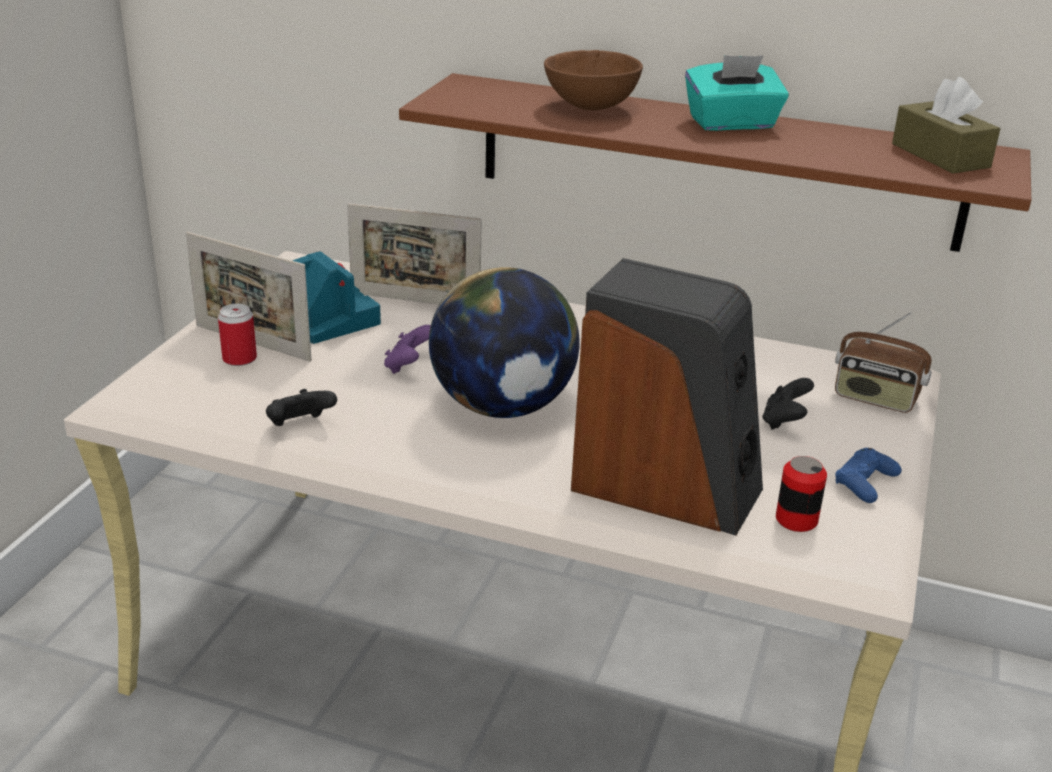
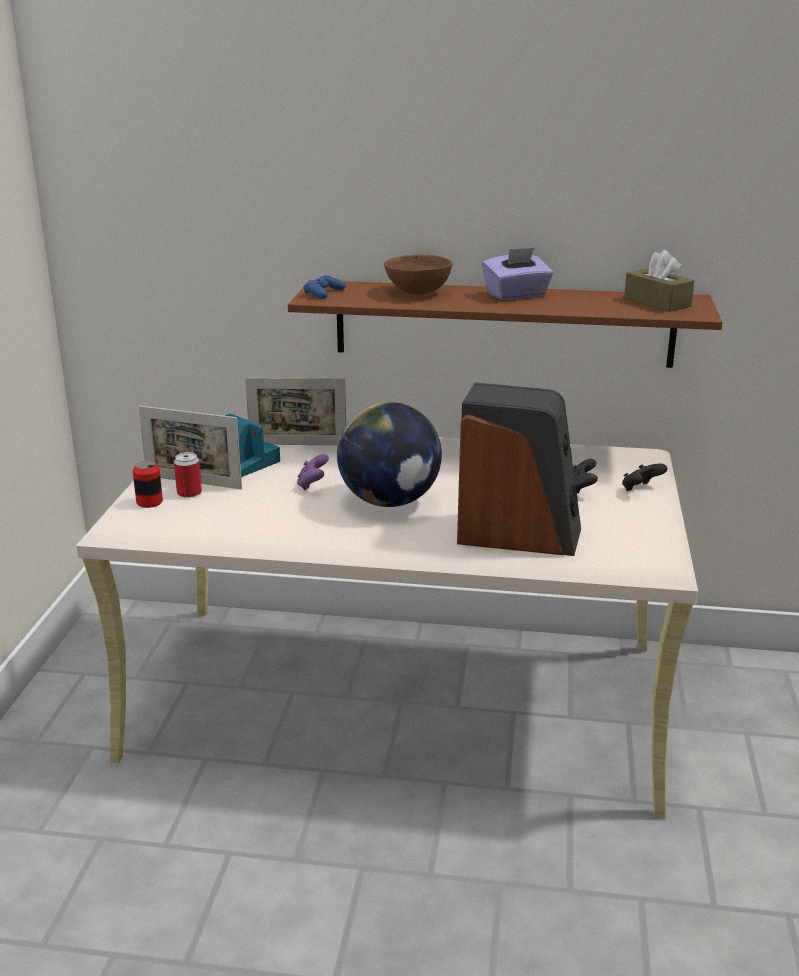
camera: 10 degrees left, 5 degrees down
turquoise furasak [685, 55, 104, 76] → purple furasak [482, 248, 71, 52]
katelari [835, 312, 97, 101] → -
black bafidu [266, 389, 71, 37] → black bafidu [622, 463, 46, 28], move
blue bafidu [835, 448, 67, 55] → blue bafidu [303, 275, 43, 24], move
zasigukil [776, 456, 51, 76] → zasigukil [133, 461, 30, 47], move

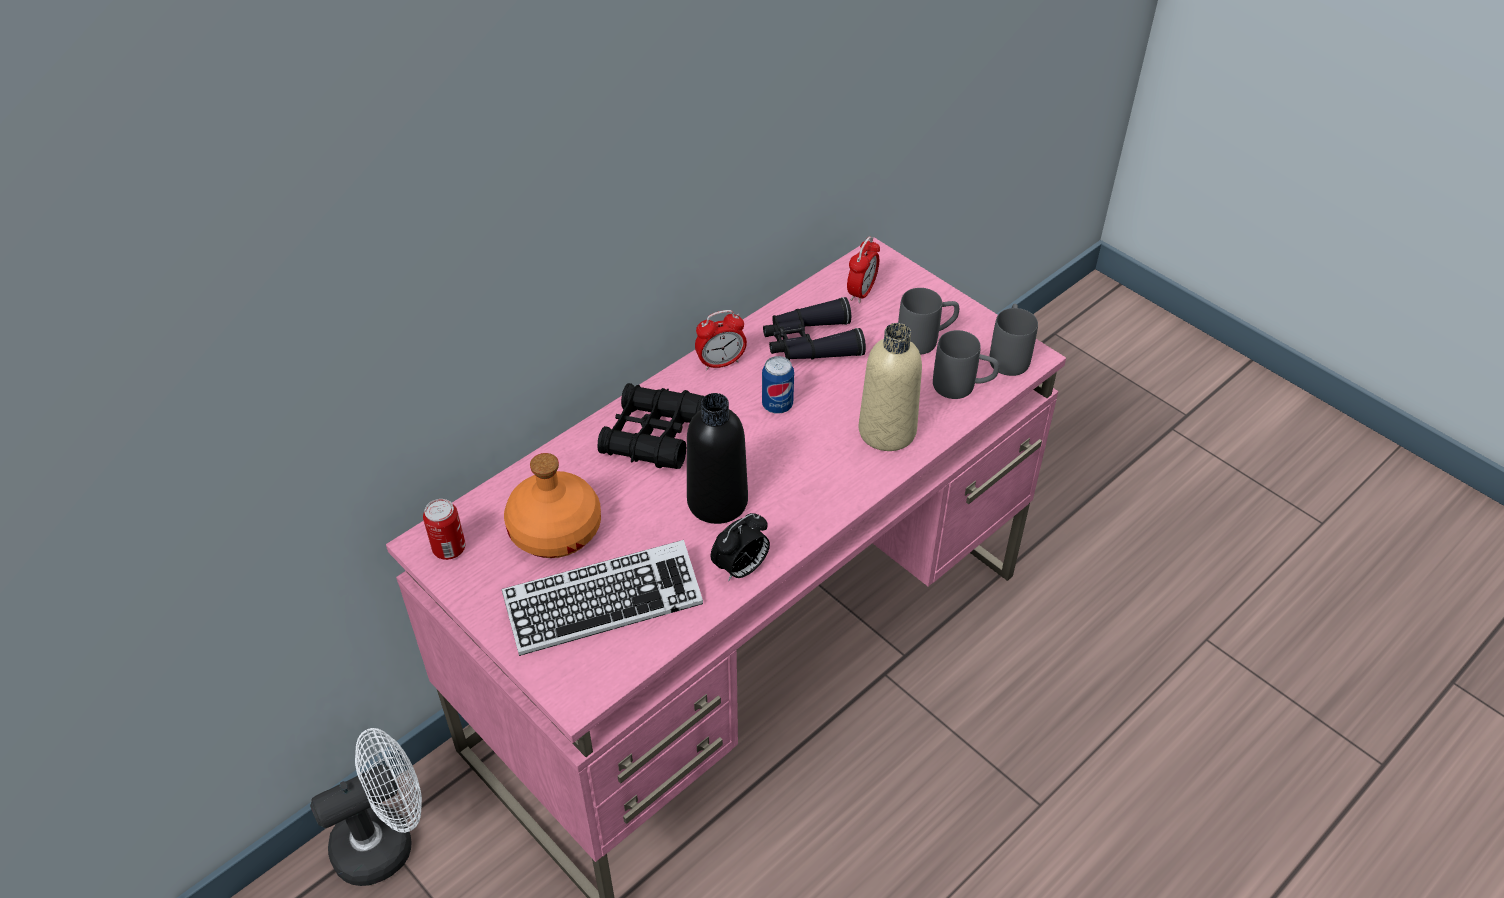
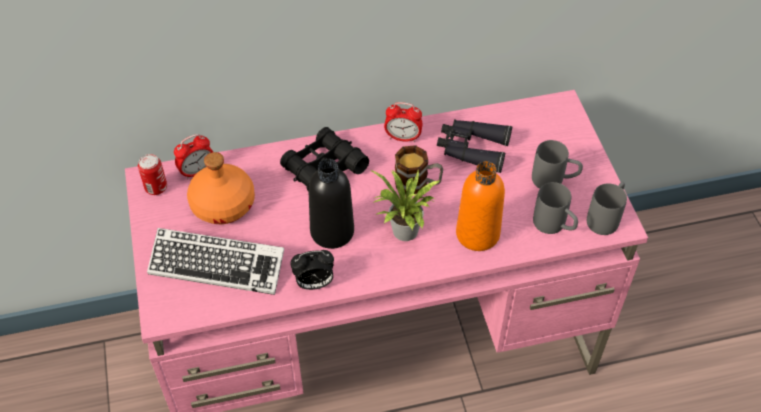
camera: 30 degrees right, 5 degrees up
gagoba [847, 236, 33, 67] → gagoba [174, 134, 39, 46], move
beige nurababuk [859, 323, 63, 128] → orange nurababuk [456, 161, 49, 90]
zasigukil [762, 356, 32, 58] → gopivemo [395, 145, 48, 49]
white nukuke [310, 728, 112, 158] → -
- → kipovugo [370, 168, 70, 73]

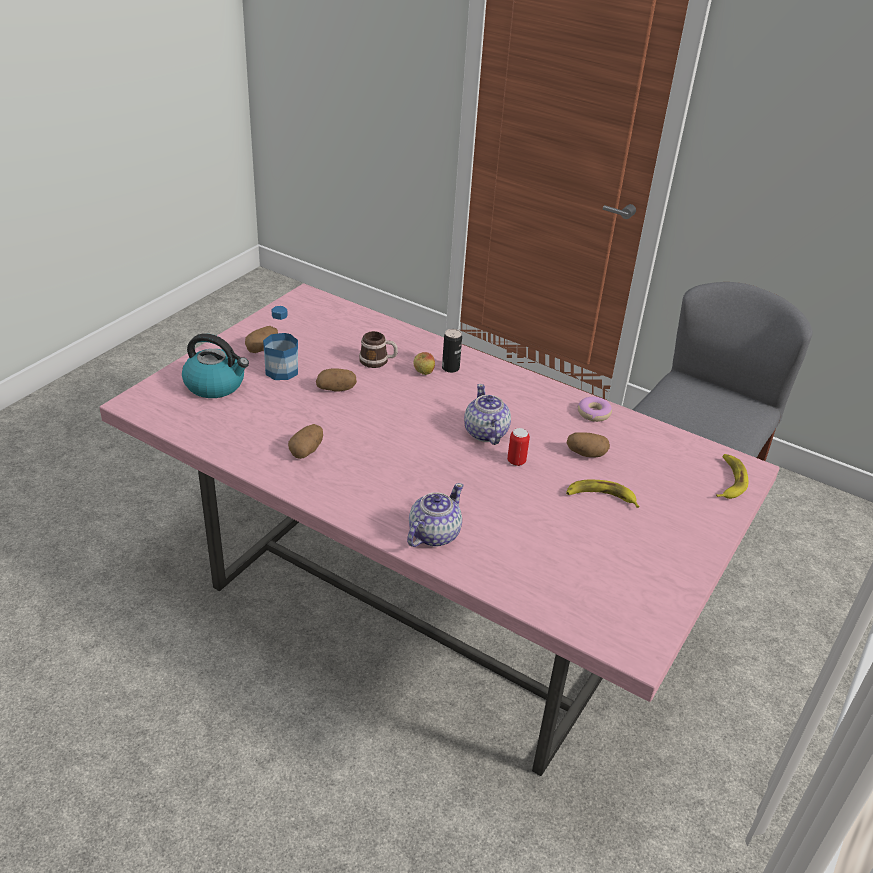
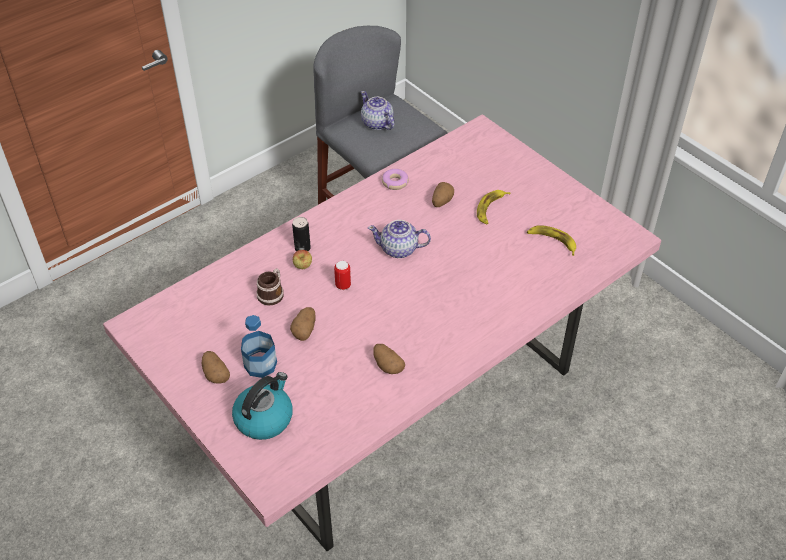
camera: 70 degrees left, 10 degrees up
zasigukil [507, 428, 23, 38] → zasigukil [334, 261, 17, 29], move
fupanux [716, 454, 32, 45] → fupanux [527, 225, 49, 31], move
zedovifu [407, 483, 56, 64] → zedovifu [361, 91, 33, 39], move

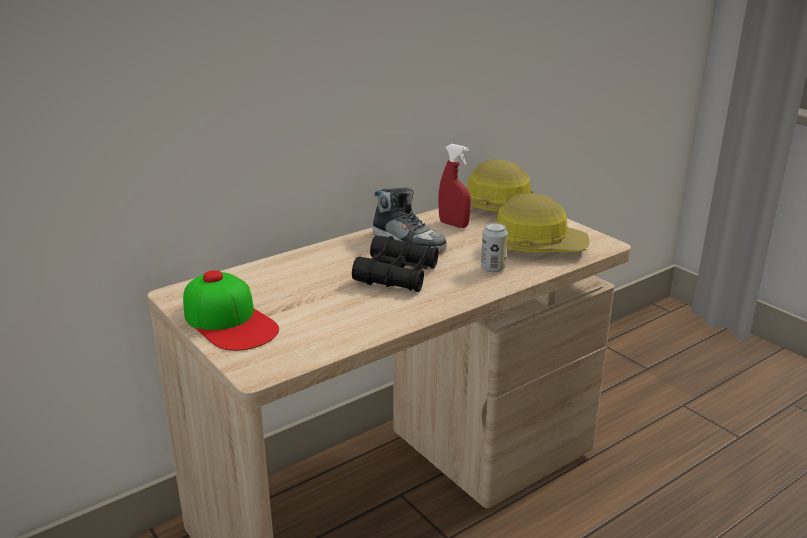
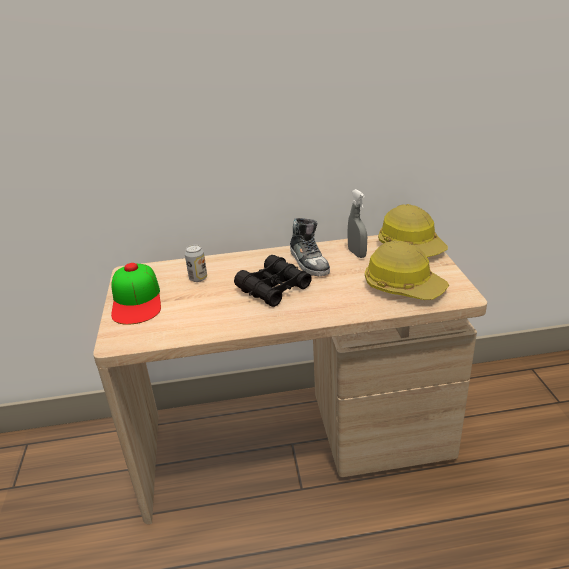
camera: 30 degrees right, 5 degrees up
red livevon [438, 144, 33, 84] → grey livevon [348, 189, 19, 69]
zasigukil [481, 223, 27, 49] → zasigukil [185, 245, 22, 37], move

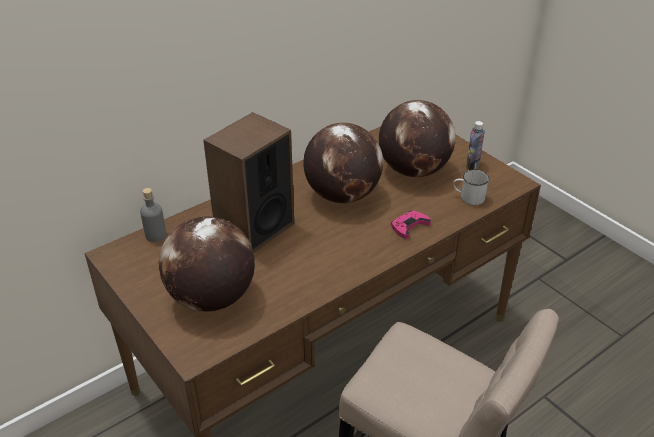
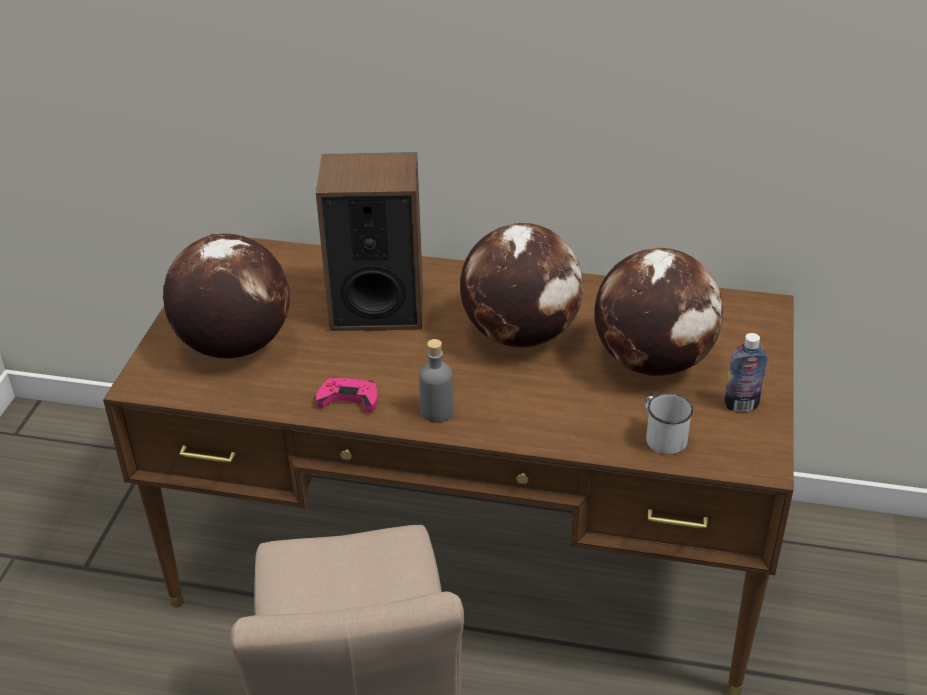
camera: 50 degrees right, 0 degrees up
grey nurababuk [140, 188, 26, 54] → grey nurababuk [419, 339, 34, 83], move
pink bafidu [391, 211, 40, 28] → pink bafidu [316, 377, 62, 36], move

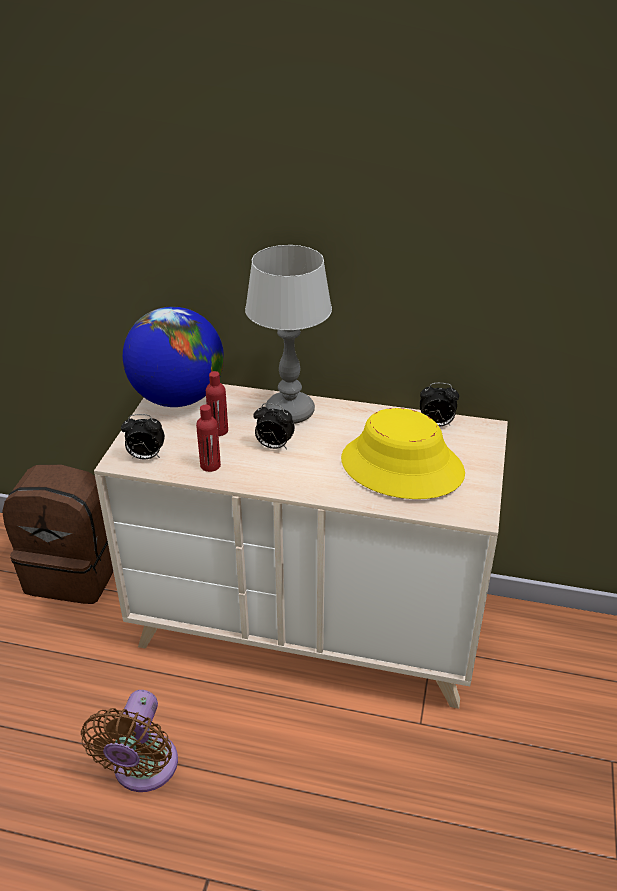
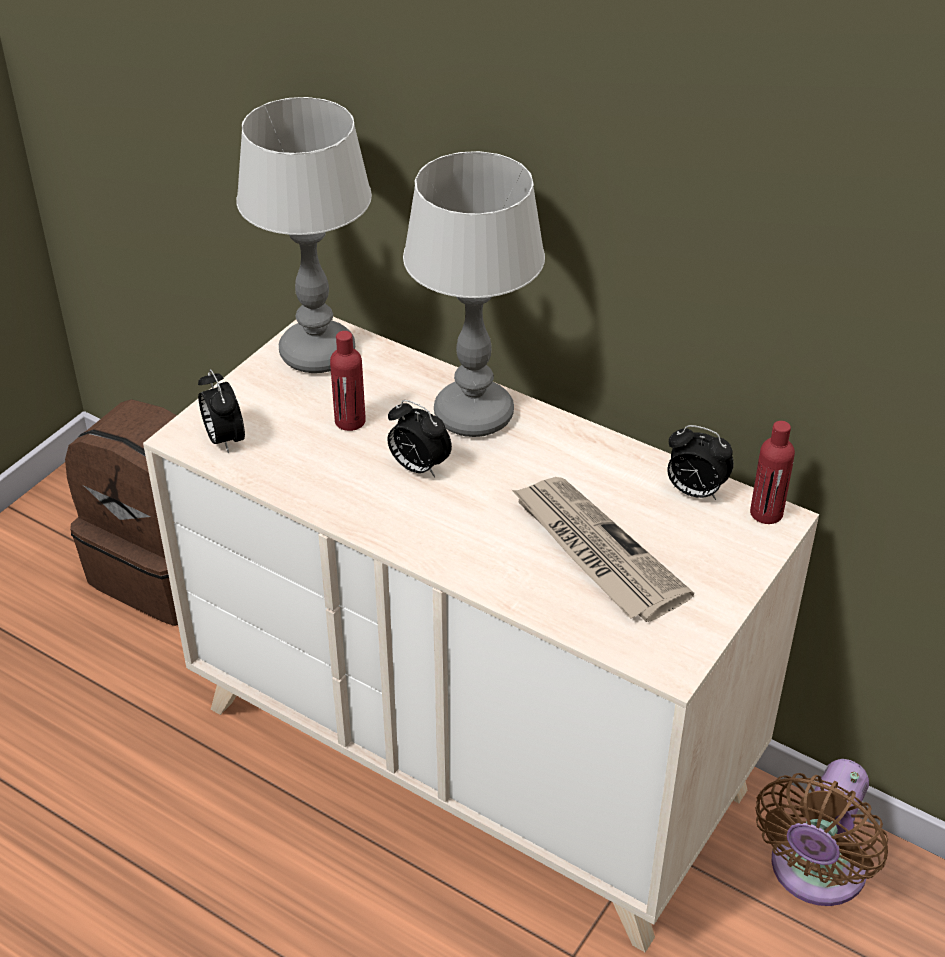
camera: 20 degrees right, 5 degrees up
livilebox [123, 306, 101, 101] → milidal [237, 97, 135, 276]
red nurababuk [196, 404, 25, 68] → red nurababuk [750, 421, 45, 103], move
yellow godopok [341, 408, 124, 91] → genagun [512, 477, 182, 145]
gagoba [121, 414, 44, 46] → gagoba [198, 369, 47, 84], 45 degrees clockwise
brown nukuke [81, 690, 97, 102] → brown nukuke [755, 759, 133, 147], move

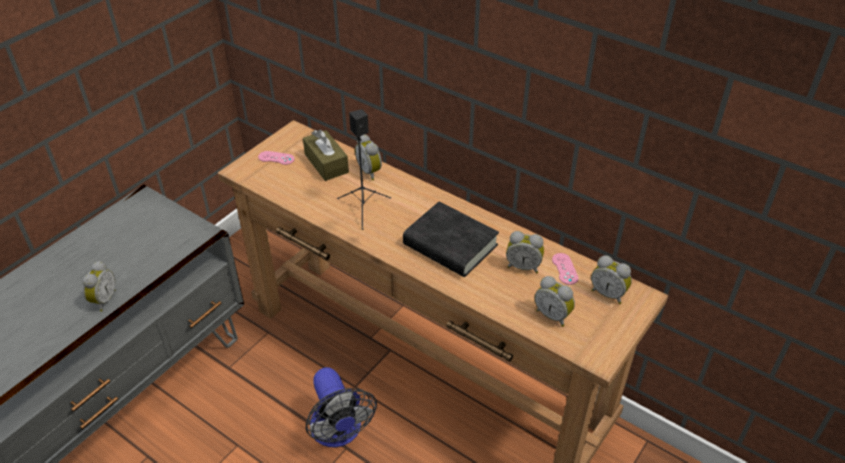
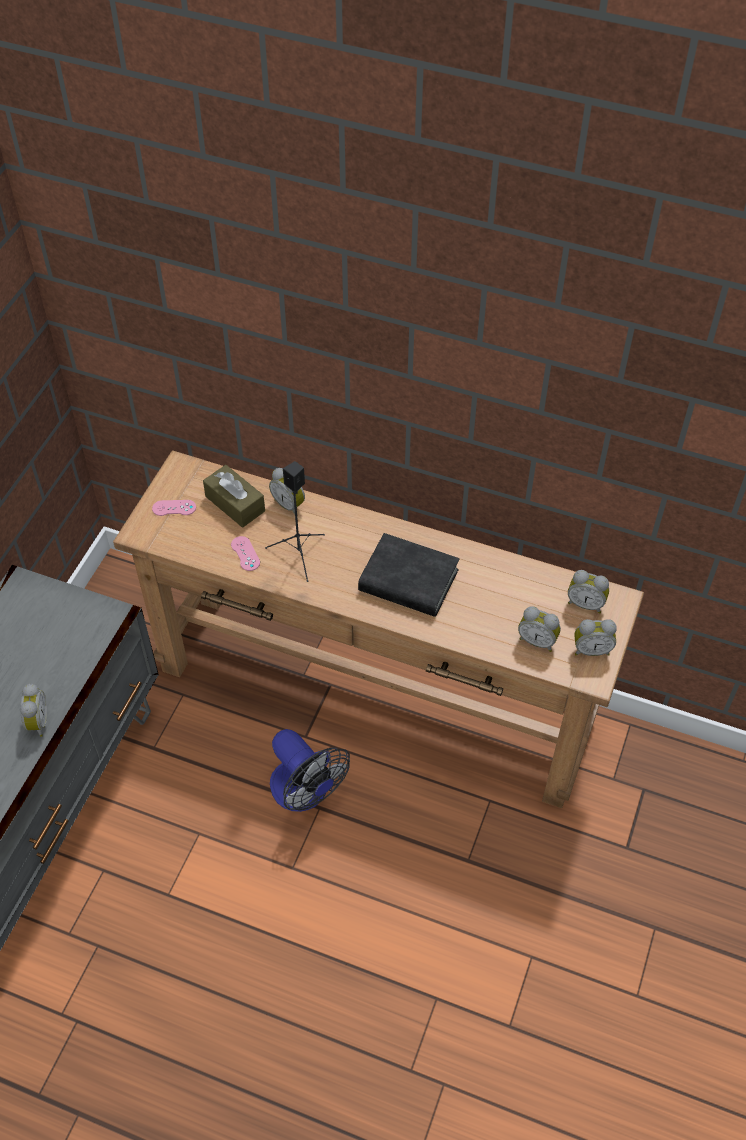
camera: 15 degrees left, 10 degrees up
gagoba [506, 231, 38, 42] → gagoba [574, 619, 43, 37], move
pink bafidu [552, 253, 26, 32] → pink bafidu [231, 536, 29, 35], move

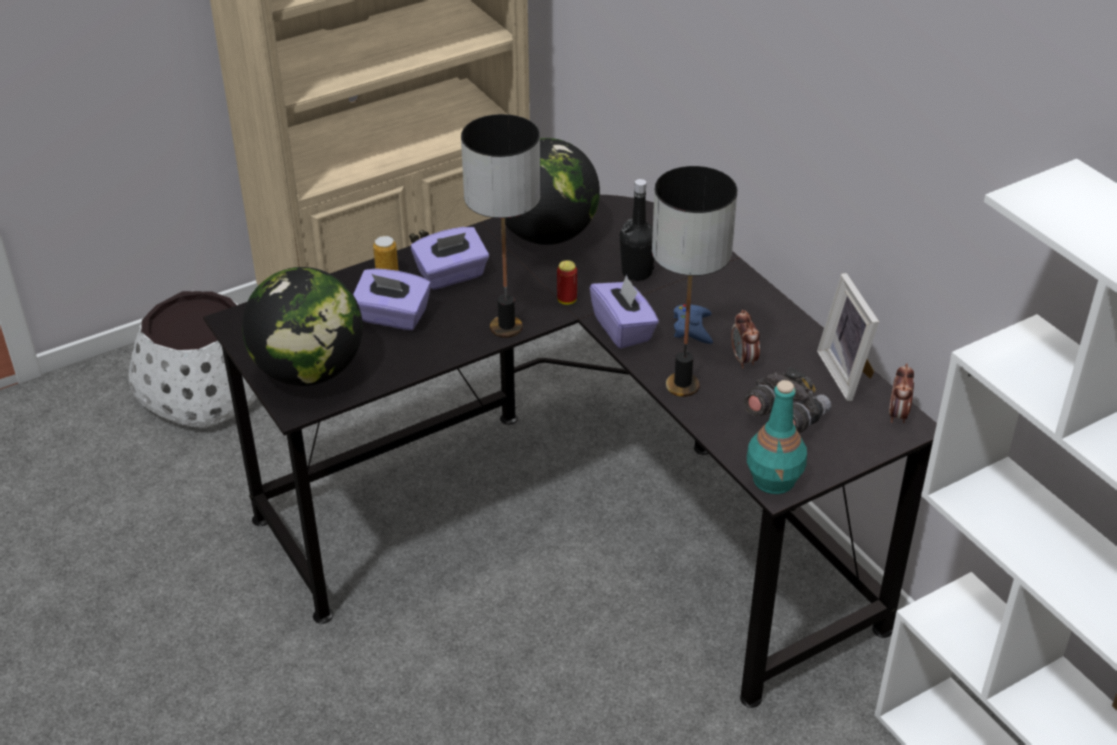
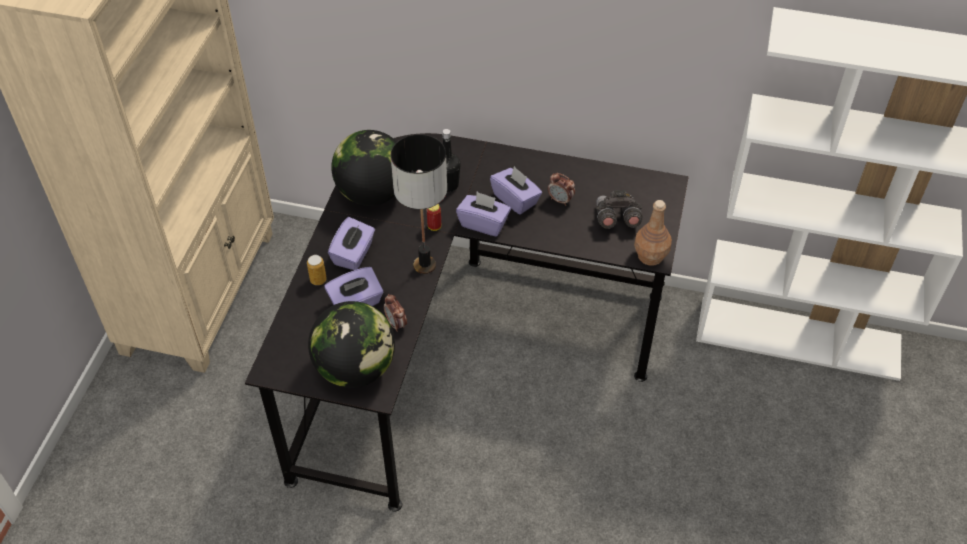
camera: 45 degrees left, 10 degrees up
milidal [652, 166, 85, 231] → -
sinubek [817, 273, 62, 128] → -
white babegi [129, 291, 128, 137] → -
blue bafidu [674, 304, 39, 40] → purple furasak [490, 166, 52, 49]
gagoba [889, 363, 25, 60] → gagoba [384, 294, 23, 38], move
turquoise nurababuk [747, 380, 60, 114] → brown nurababuk [634, 200, 38, 66]

